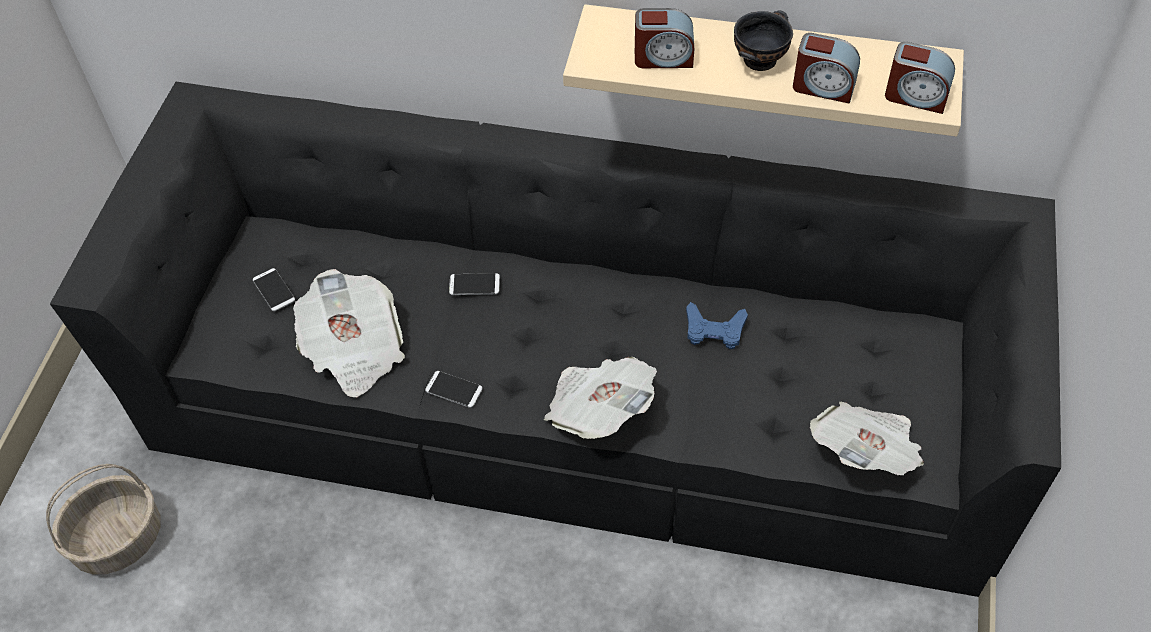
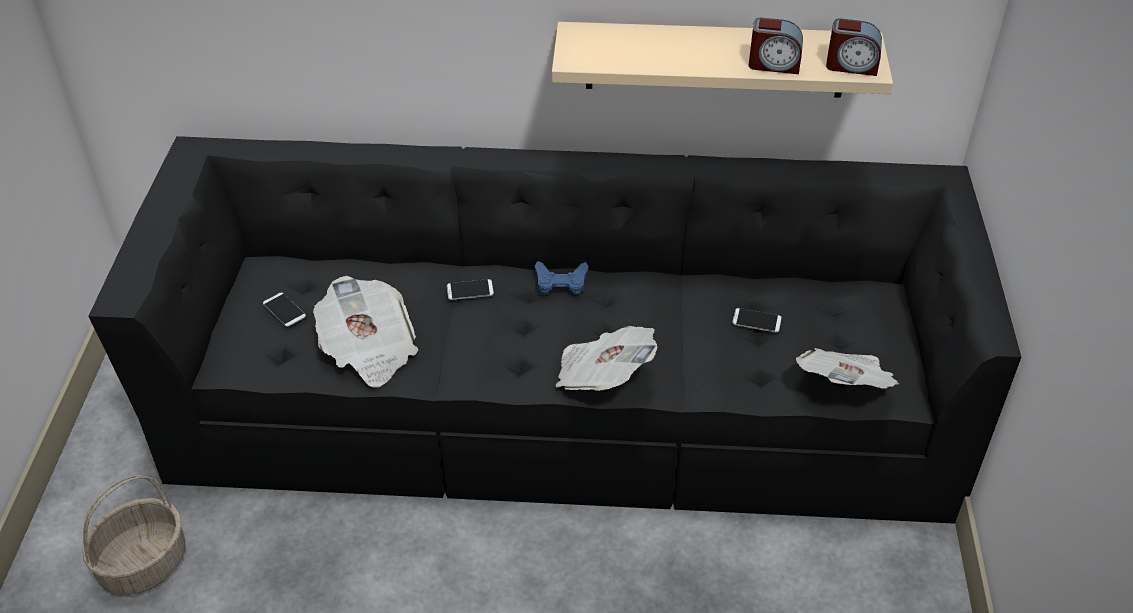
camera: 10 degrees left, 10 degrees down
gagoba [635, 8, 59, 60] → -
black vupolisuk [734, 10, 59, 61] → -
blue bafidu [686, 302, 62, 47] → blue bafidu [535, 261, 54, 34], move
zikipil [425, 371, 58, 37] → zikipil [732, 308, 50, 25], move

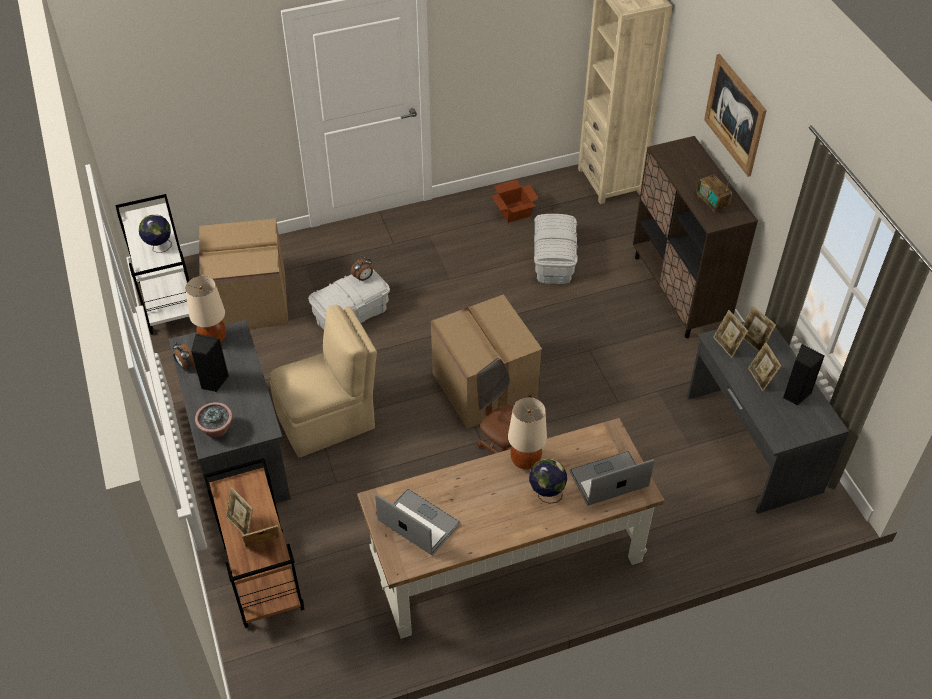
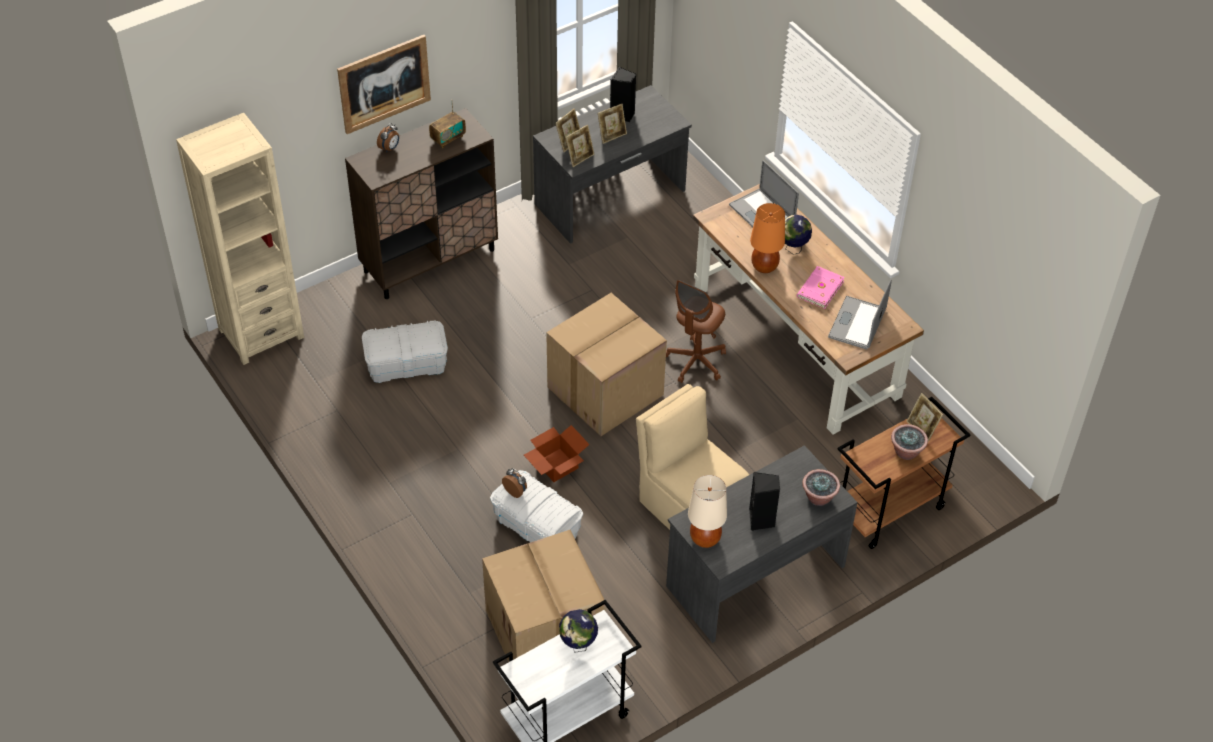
camera: 105 degrees left, 0 degrees up
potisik [491, 179, 48, 44] → potisik [524, 425, 66, 57], move
gagoba [173, 343, 22, 27] → gagoba [377, 123, 22, 29], move
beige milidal [508, 397, 39, 73] → orange milidal [750, 203, 35, 70]
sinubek [226, 487, 27, 48] → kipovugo [891, 424, 37, 36]
- → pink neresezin [797, 266, 48, 43]

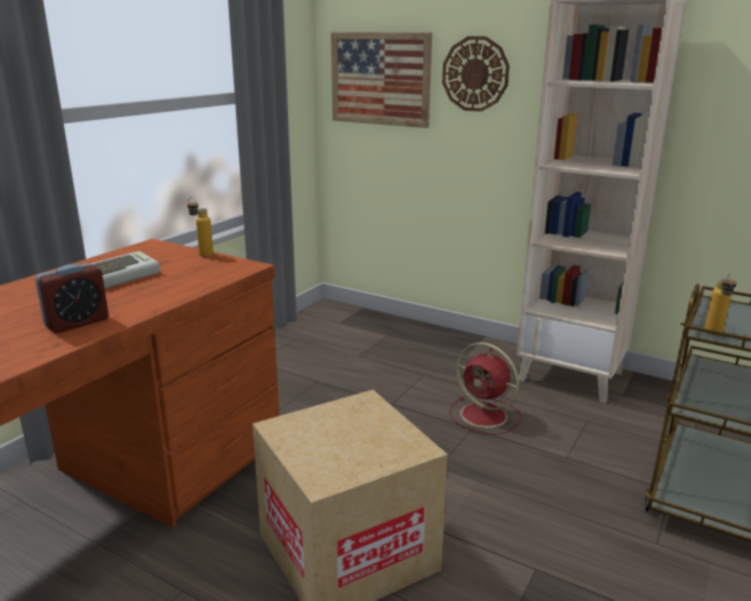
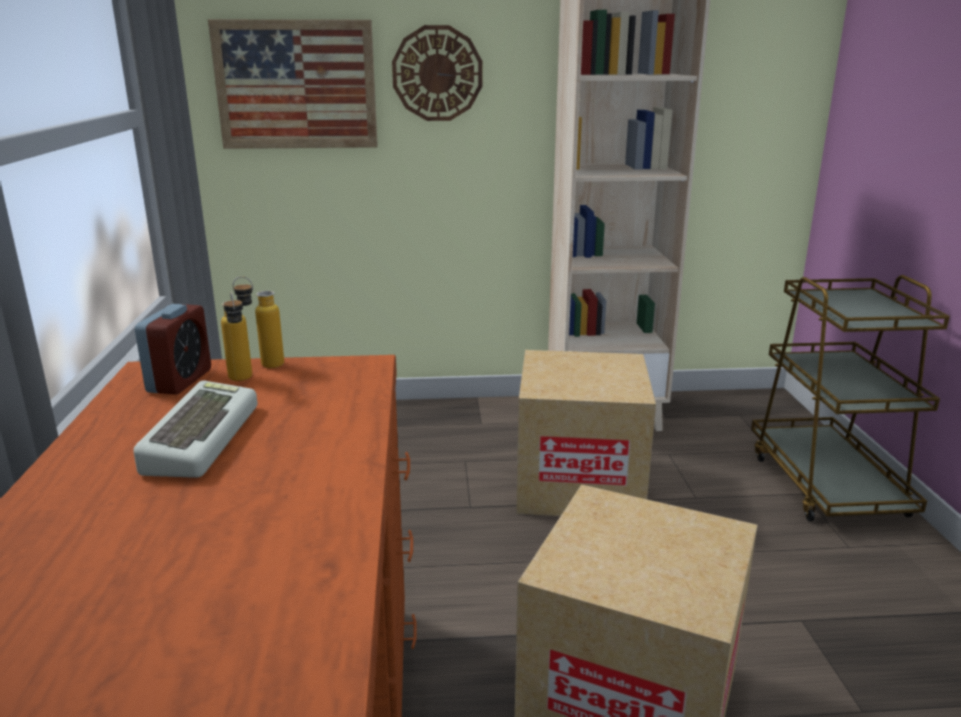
camera: 35 degrees left, 0 degrees up
gagoba [35, 263, 74, 70] → gagoba [135, 304, 76, 90], move
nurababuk [705, 273, 32, 62] → nurababuk [221, 292, 31, 89], move
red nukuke [449, 342, 72, 93] → potisik [516, 350, 140, 166]

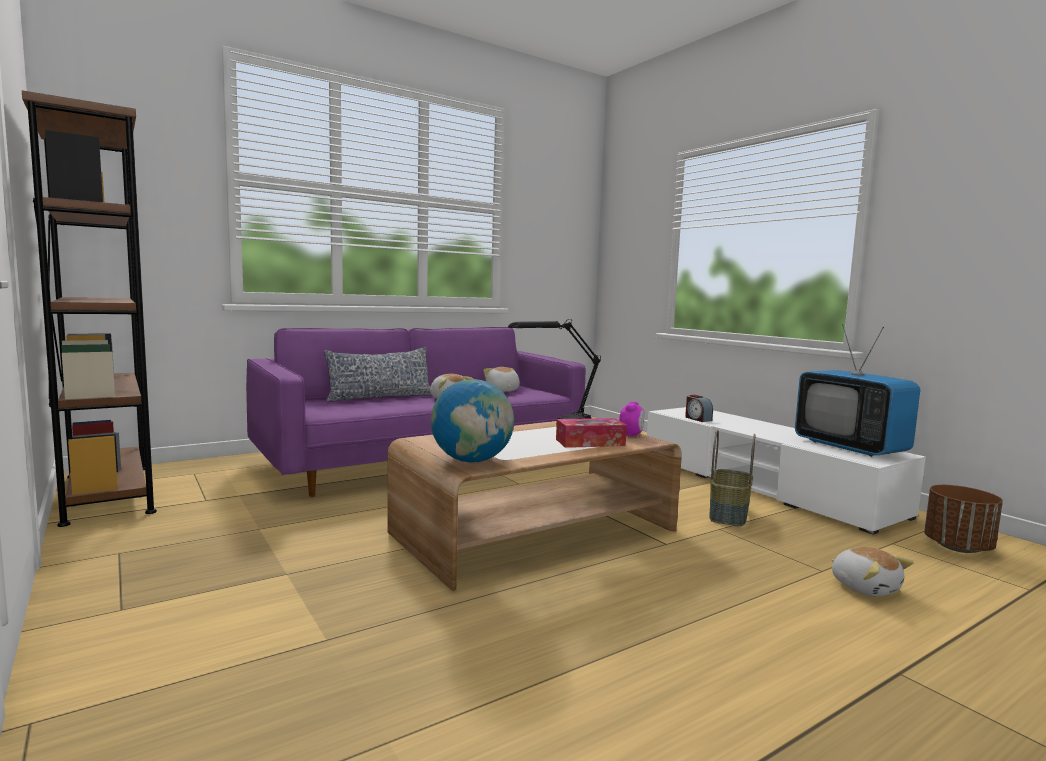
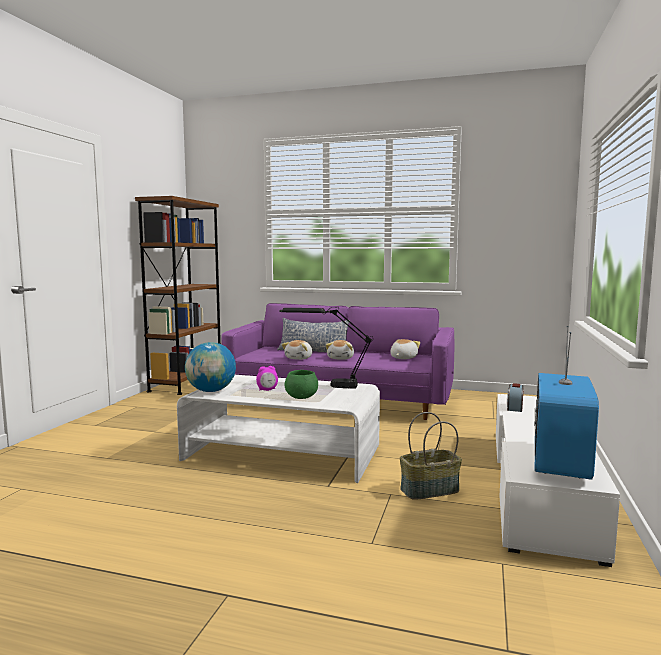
camera: 50 degrees right, 0 degrees up
gagoba [619, 401, 26, 36] → gagoba [256, 366, 22, 25], move
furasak [556, 418, 71, 30] → green vupolisuk [285, 370, 33, 29]
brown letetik [387, 421, 295, 170] → white letetik [177, 375, 203, 108]
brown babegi [924, 485, 79, 68] → -
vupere [832, 547, 82, 50] → vupere [282, 340, 30, 20], move

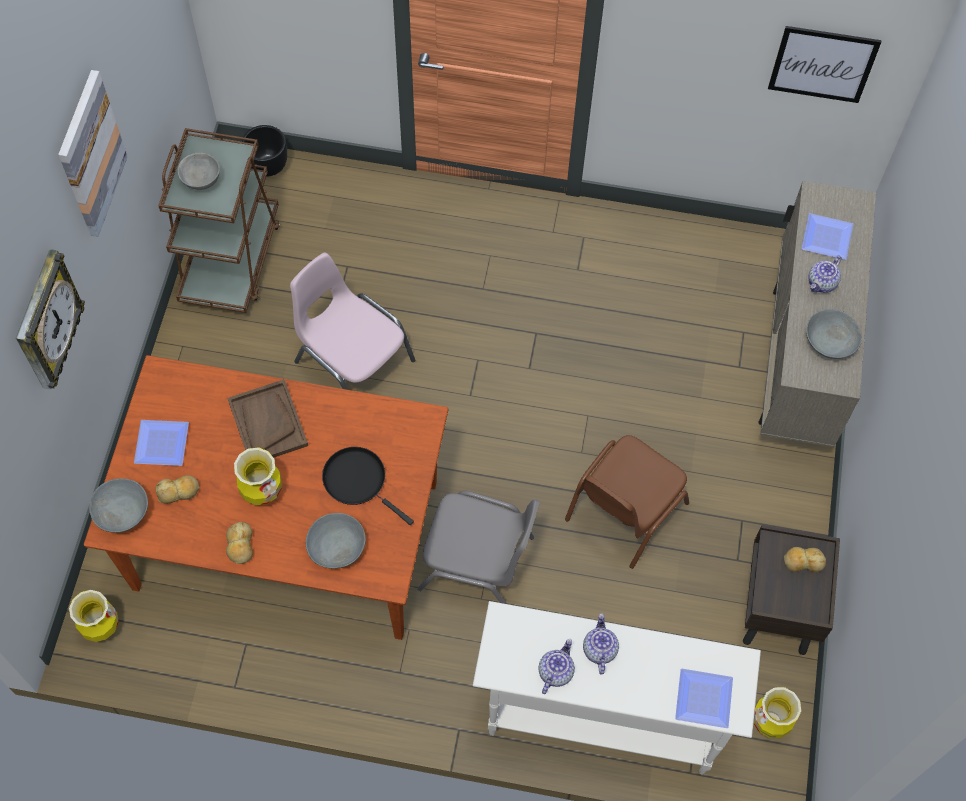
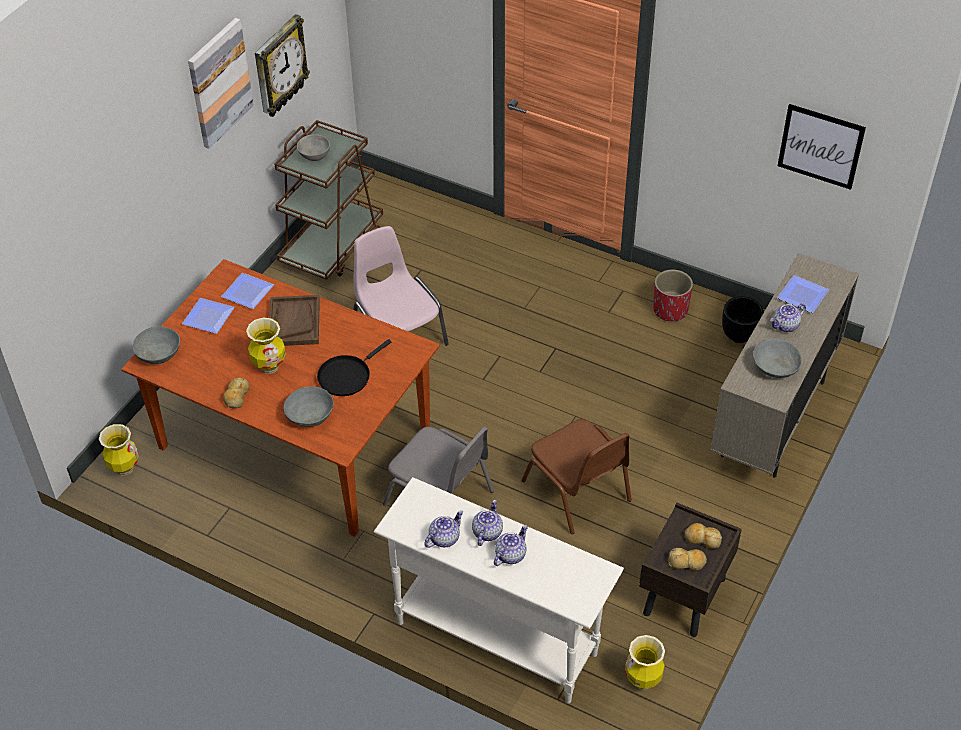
camera: 20 degrees right, 15 degrees down
black babegi [242, 125, 45, 52] → black babegi [722, 296, 42, 47], move
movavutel [16, 249, 69, 140] → movavutel [255, 14, 55, 103], move
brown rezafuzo [565, 435, 124, 134] → brown rezafuzo [521, 419, 111, 115], 90 degrees counterclockwise
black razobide [322, 447, 92, 78] → black razobide [317, 339, 74, 57], 105 degrees counterclockwise
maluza [155, 475, 44, 29] → maluza [669, 548, 38, 22], move
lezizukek [675, 668, 58, 60] → lezizukek [221, 273, 53, 36], move
- → red babegi [653, 270, 40, 52]
- → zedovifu [494, 525, 34, 41]

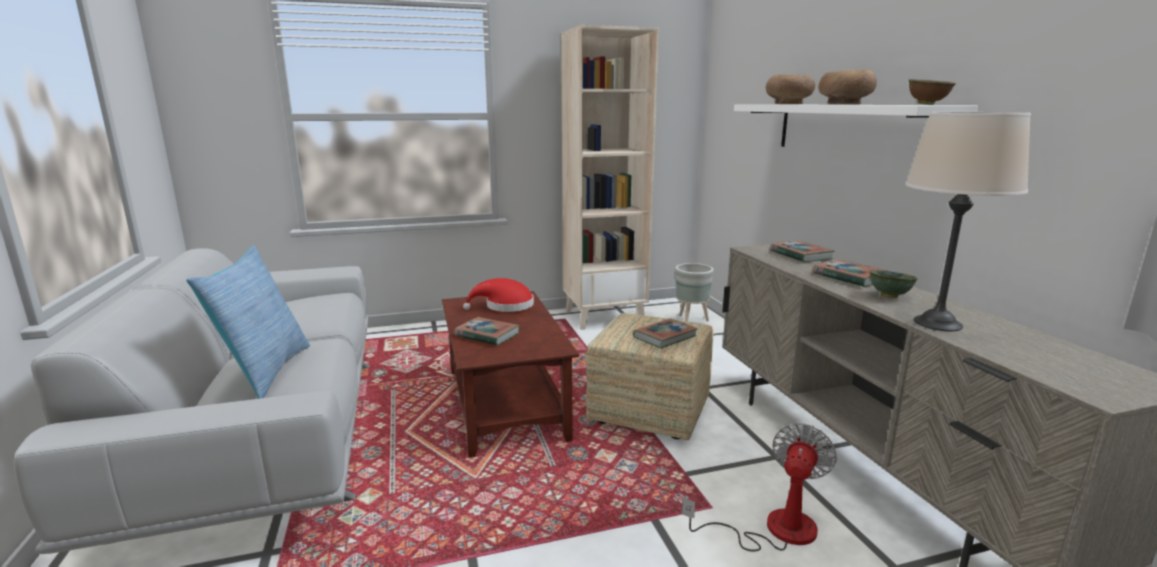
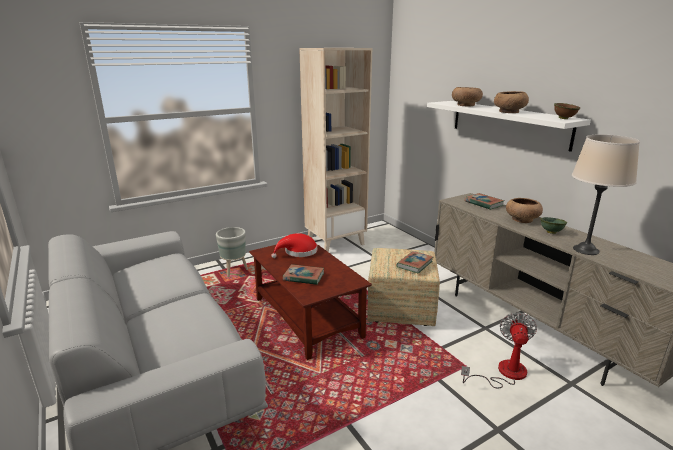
camera: 15 degrees left, 5 degrees up
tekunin [186, 245, 124, 154] → -
neresezin [812, 259, 79, 28] → brown vupolisuk [506, 198, 37, 25]
grey babegi [675, 263, 39, 59] → grey babegi [216, 227, 32, 50], move

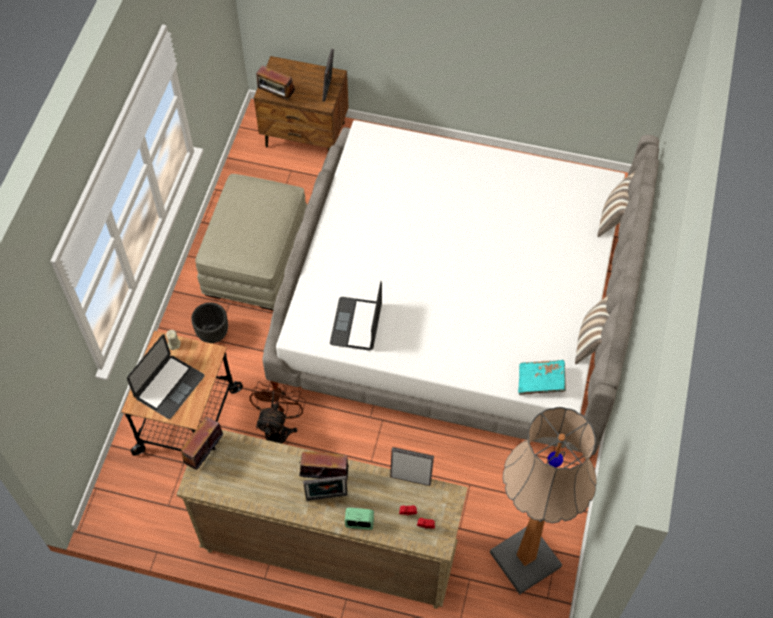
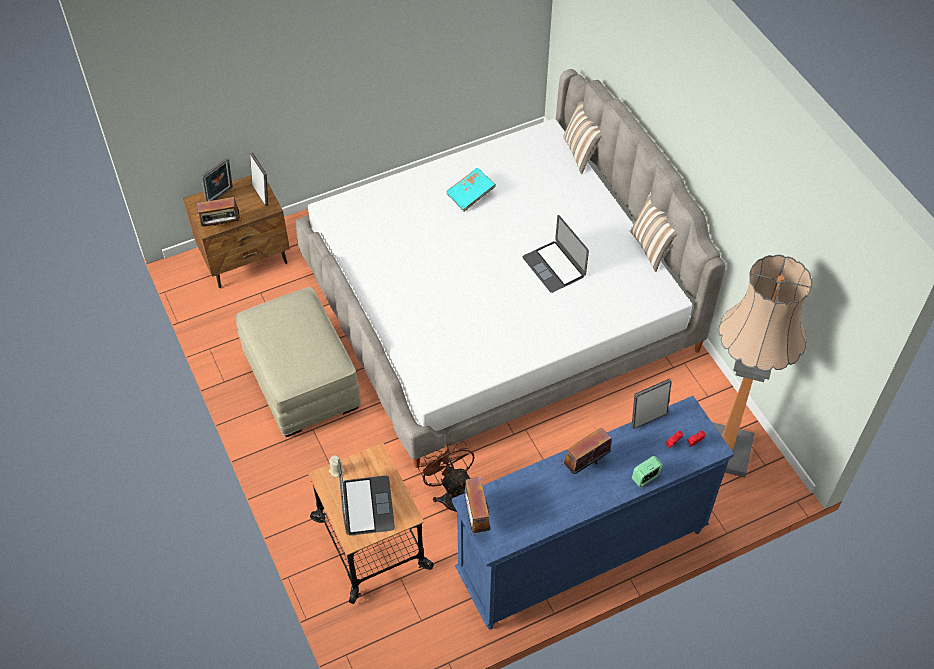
camera: 40 degrees left, 5 degrees down
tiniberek [330, 281, 52, 69] → tiniberek [523, 215, 66, 78], move
black babegi [191, 302, 37, 41] → -
turquoise neresezin [518, 360, 48, 35] → turquoise neresezin [446, 168, 50, 44], move
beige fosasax [177, 430, 291, 179] → blue fosasax [451, 396, 283, 234]
sinubek [303, 475, 44, 26] → sinubek [201, 158, 32, 44], move

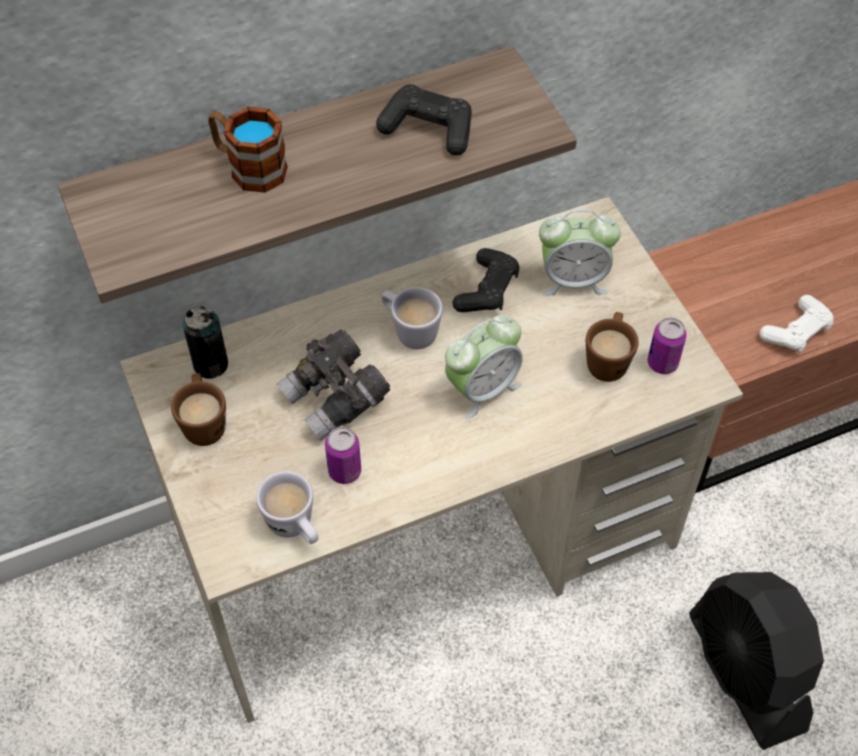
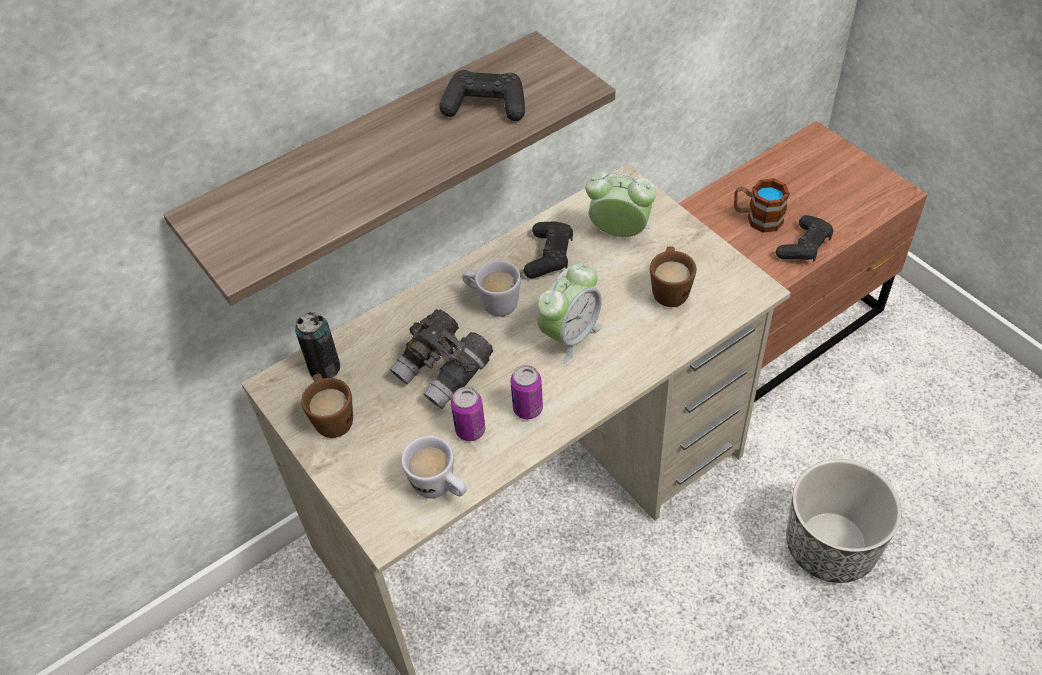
camera: 10 degrees left, 5 degrees down
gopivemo [208, 107, 80, 86] → gopivemo [734, 178, 56, 54], move
gagoba [539, 210, 82, 85] → gagoba [585, 172, 71, 65], 150 degrees counterclockwise
white bafidu [760, 295, 74, 58] → black bafidu [776, 215, 57, 46]
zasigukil [647, 318, 40, 56] → zasigukil [510, 365, 33, 54], move
black nukuke [689, 572, 135, 178] → babegi [786, 459, 115, 124]

